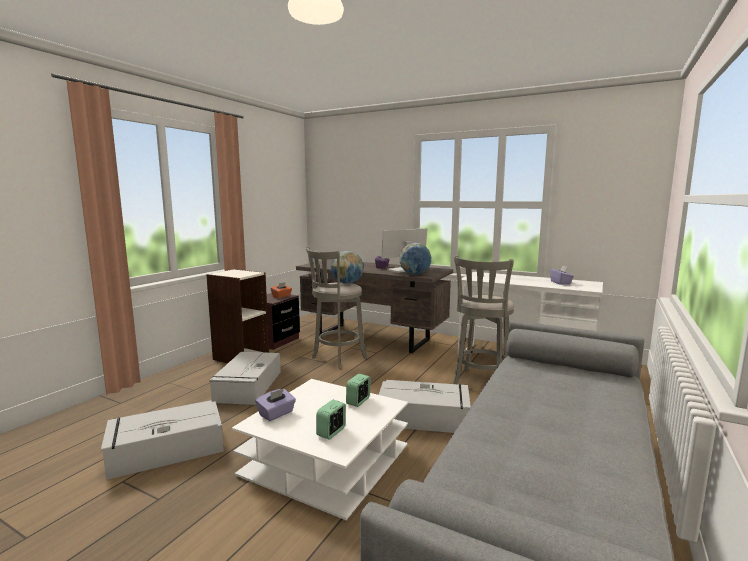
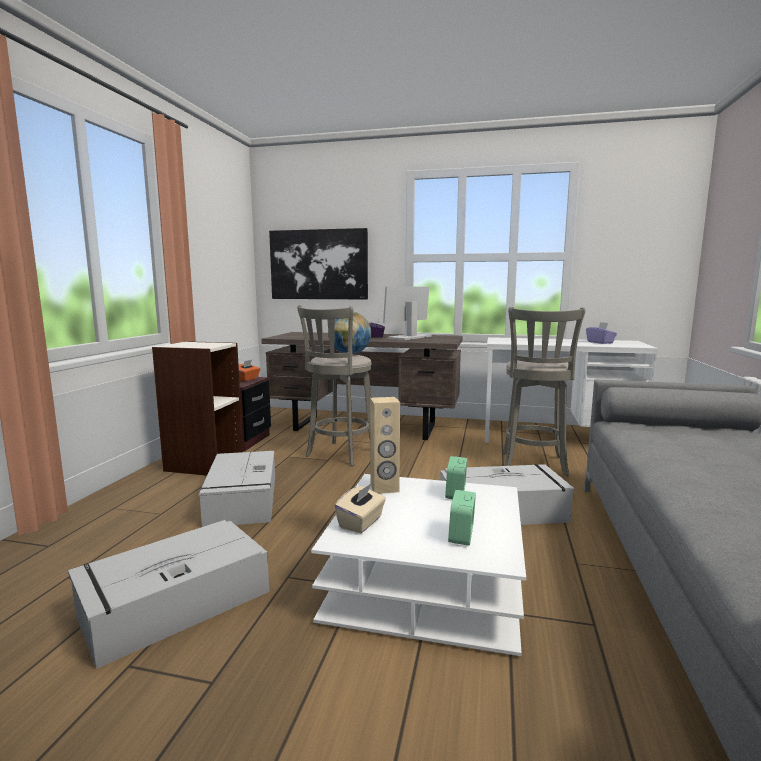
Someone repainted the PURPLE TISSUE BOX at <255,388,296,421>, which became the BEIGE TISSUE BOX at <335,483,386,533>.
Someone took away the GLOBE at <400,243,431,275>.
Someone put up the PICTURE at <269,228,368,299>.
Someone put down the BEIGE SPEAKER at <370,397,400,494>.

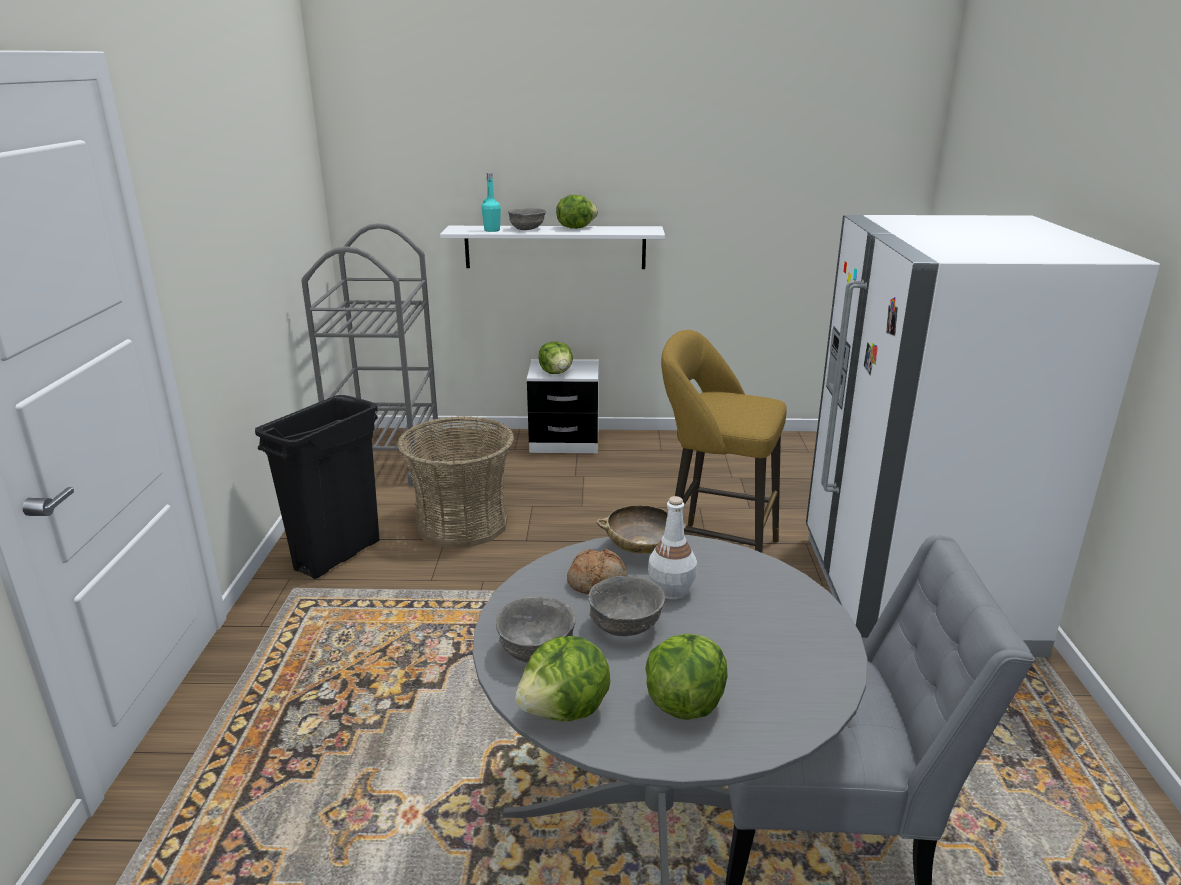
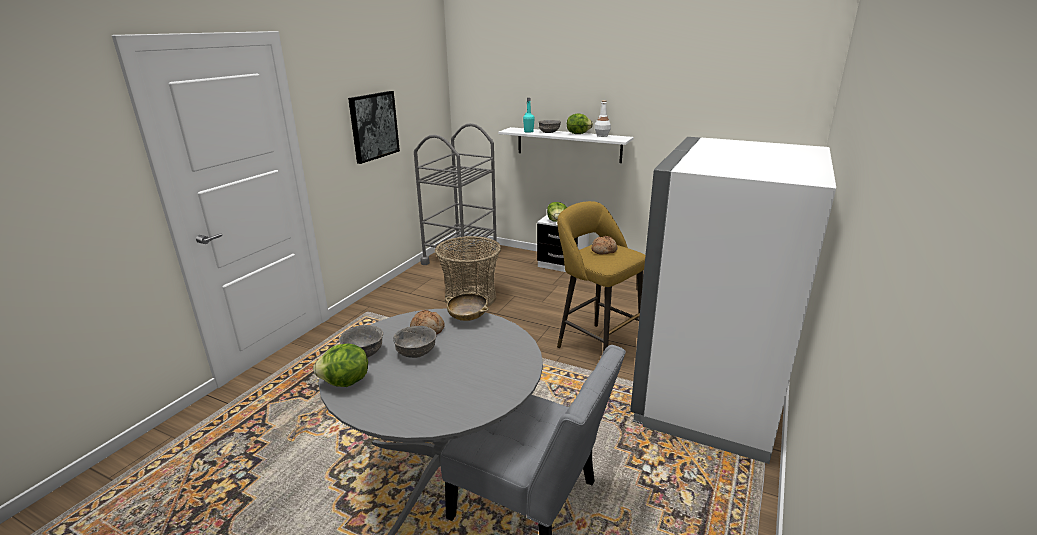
Someone took away the BLACK TRASH CAN at <255,395,379,579>.
Someone took away the LETTUCE at <646,634,728,720>.
Someone carried the WHITE BOTTLE from <648,496,697,600> to <595,100,611,137>.
Someone put up the PICTURE at <348,91,400,164>.
Someone put down the BREAD at <591,236,617,254>.

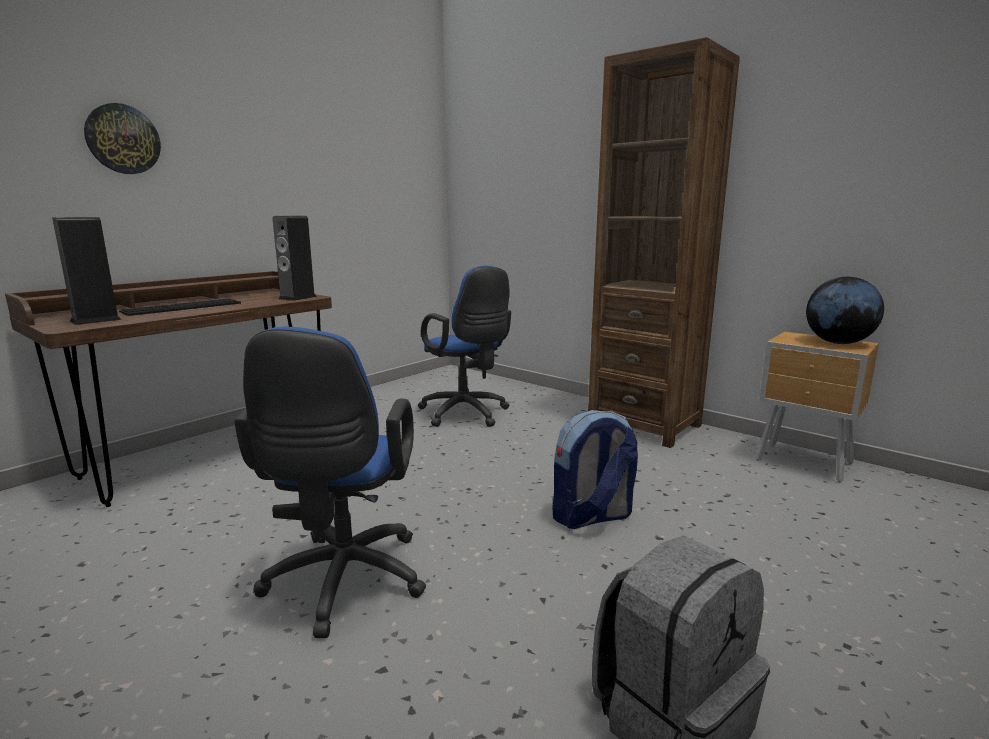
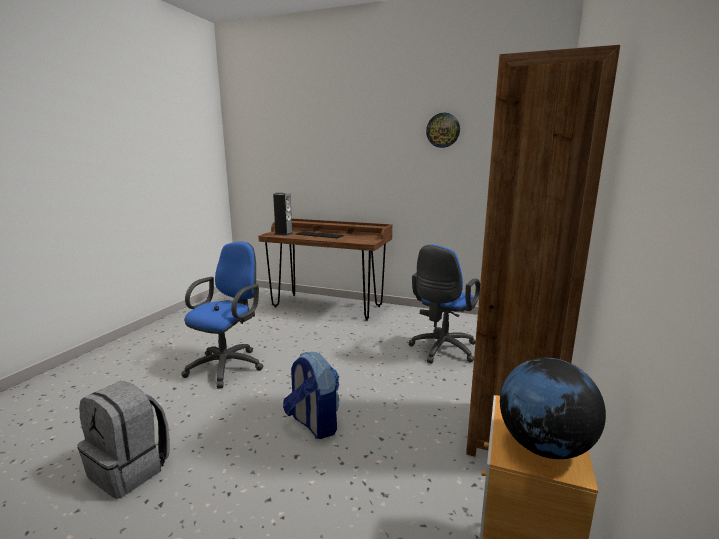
Someone carried the WALL CLOCK from <84,103,161,174> to <426,113,460,148>.
Someone rotated the BLUE OFFICE CHAIR at <234,326,426,638> by 135 degrees clockwise.
Someone took away the SPEAKER at <273,216,317,301>.

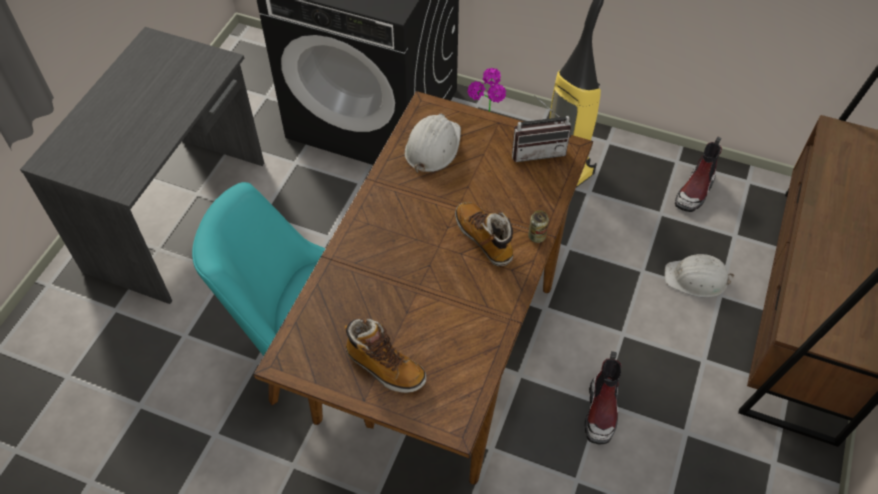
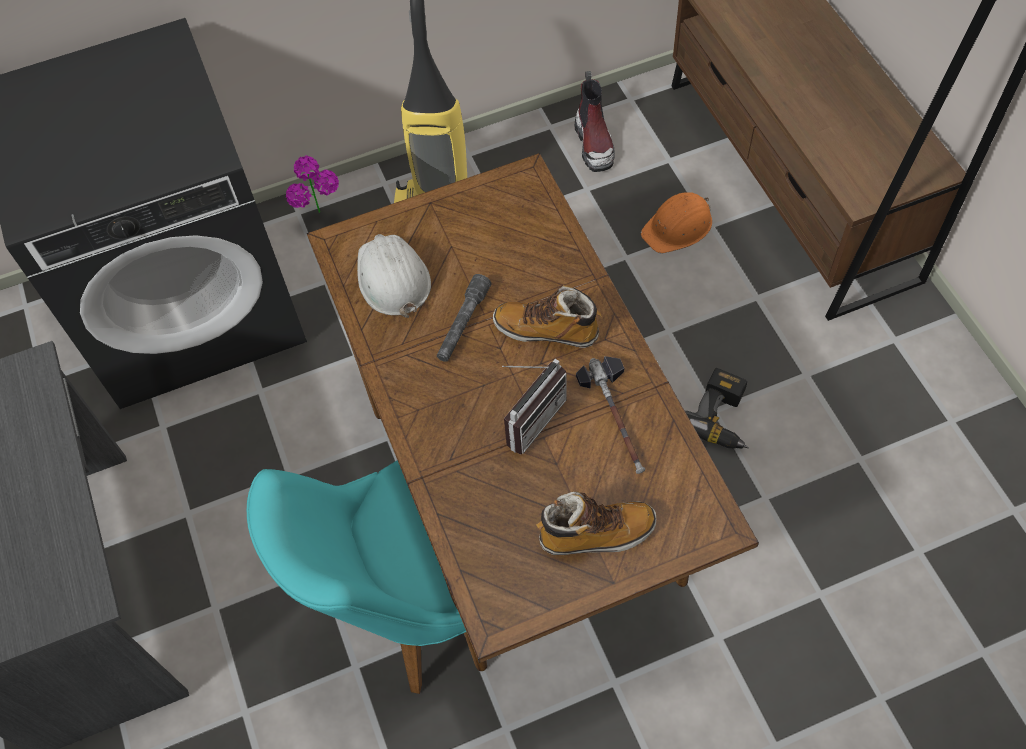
Someone carried the RADIO from <512,95,571,162> to <502,359,566,454>.
Someone took away the CAN at <528,210,549,243>.
Someone swapped the BOOT at <585,351,621,444> for the POWER DRILL at <685,368,749,449>.
Someone repainted the WHITE HARD HAT at <665,254,734,298>, which became the ORANGE HARD HAT at <641,192,712,253>.
Someone put down the GREY FLASHLIGHT at <437,274,491,362>.
Someone put down the HAMMER at <576,356,646,474>.

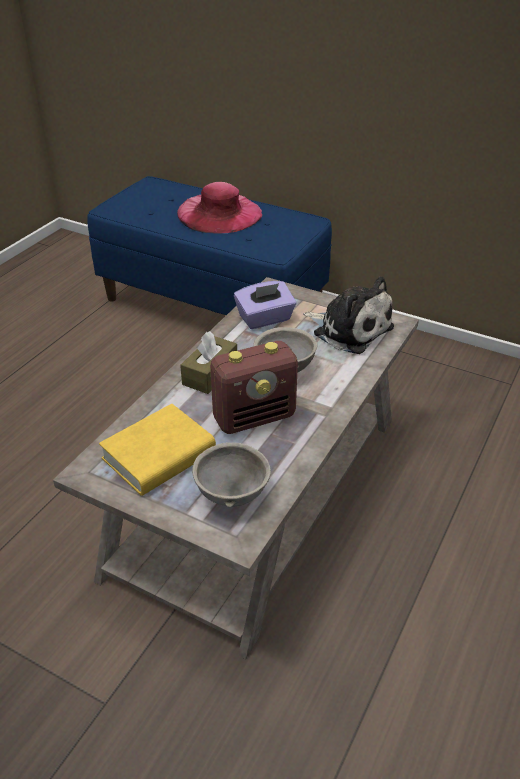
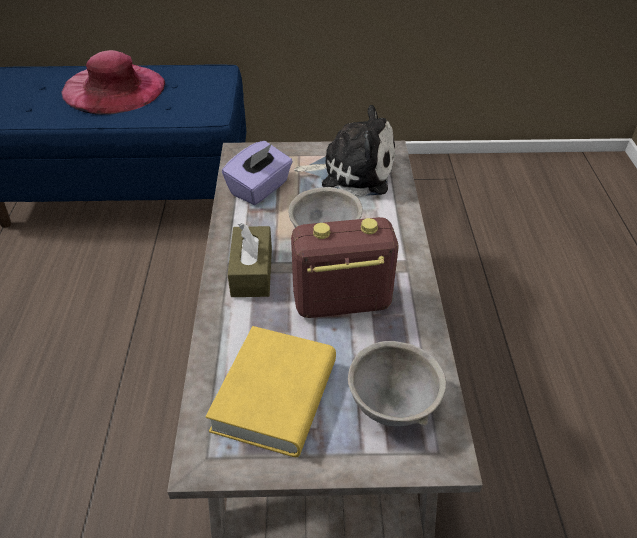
Someone rotated the RADIO at <210,341,298,434> by 135 degrees counterclockwise.

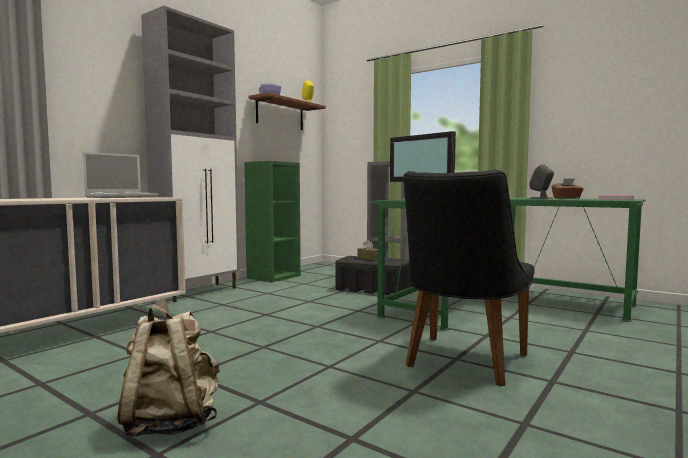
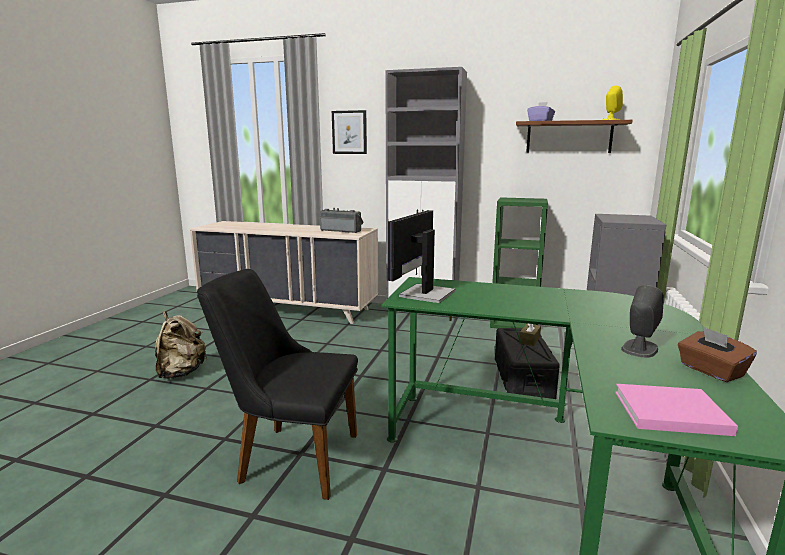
Someone swapped the LAPTOP at <83,152,158,198> for the RADIO at <320,208,363,233>.
Someone put up the PICTURE at <332,110,367,154>.

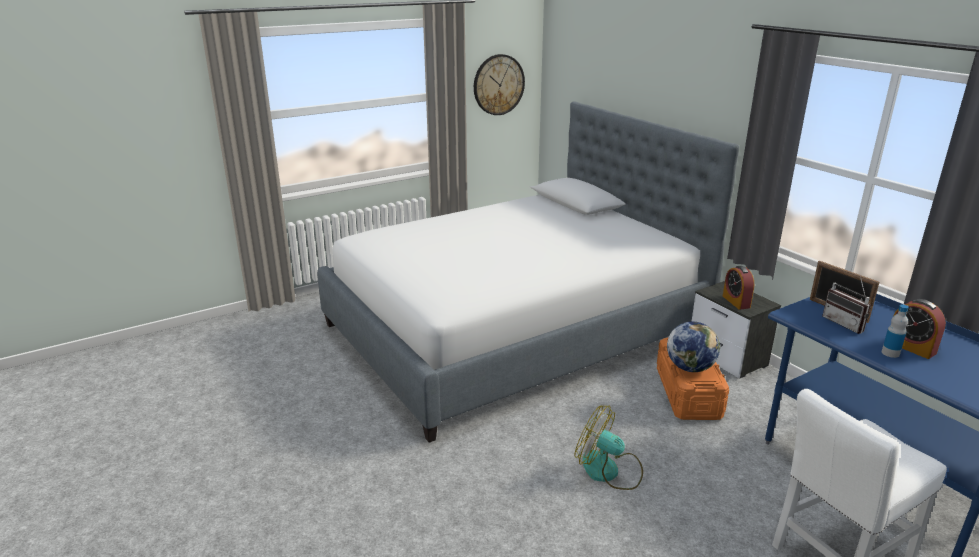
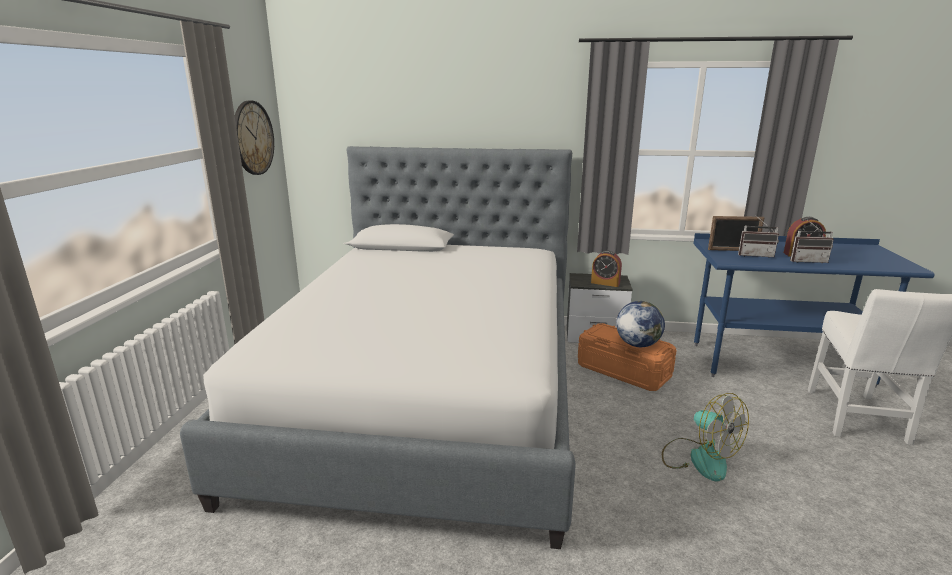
Someone rotated the FAN at <574,405,643,490> by 105 degrees counterclockwise.
Someone swapped the BOTTLE at <882,304,909,358> for the RADIO at <790,221,834,263>.

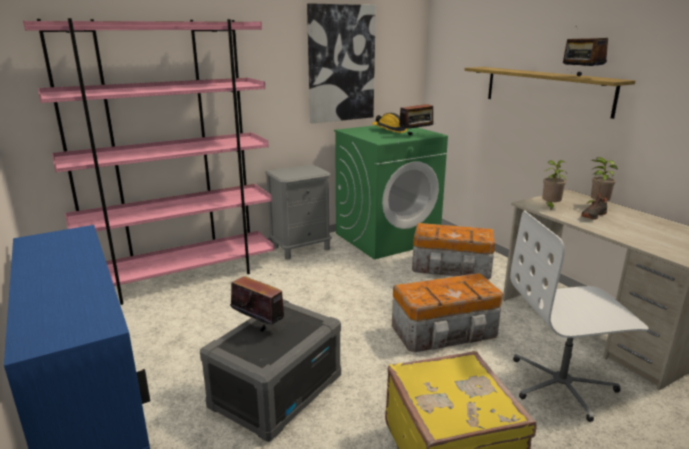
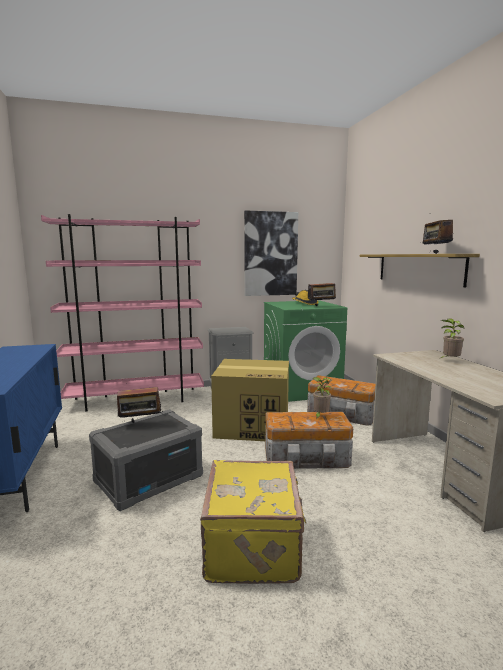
Someone rotated the RADIO at <230,274,284,331> by 120 degrees clockwise.
Someone took away the WHITE OFFICE CHAIR at <510,210,649,422>.
Someone carried the POTTED PLANT from <542,160,567,211> to <313,377,332,419>.
Someone took away the BLACK SHOE at <581,193,608,220>.
Someone put down the CARDBOARD BOX at <211,359,289,441>.

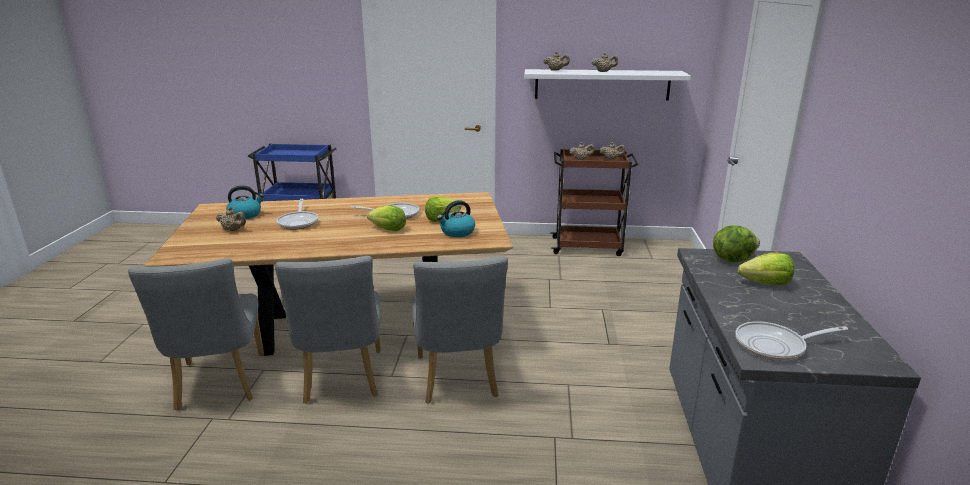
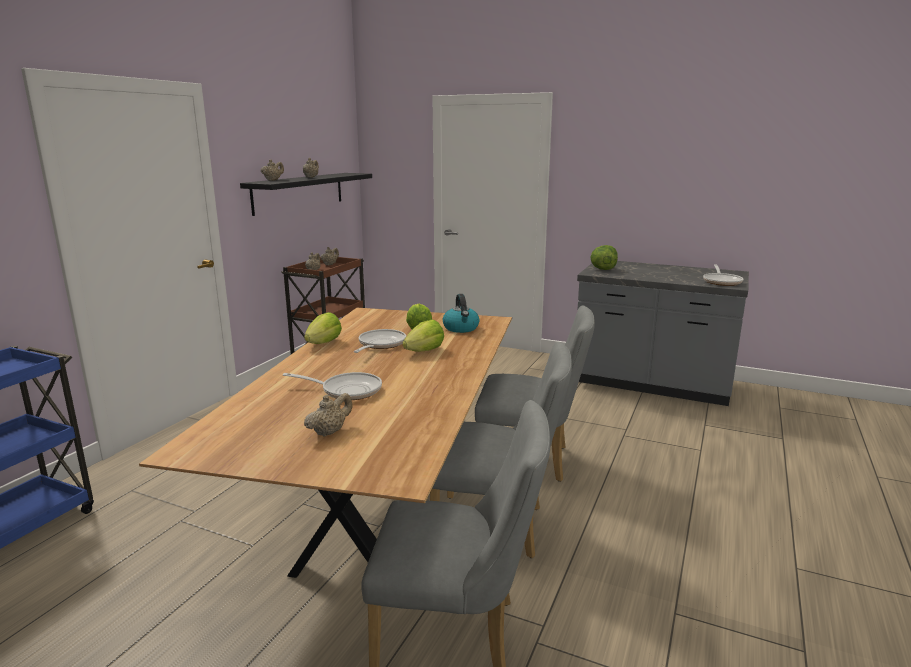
Someone took away the KETTLE at <226,185,264,219>.
Someone repainted the WHITE SHELF at <524,69,691,101>, which became the BLACK SHELF at <240,173,372,216>.
Someone carried the LETTUCE from <738,253,794,285> to <304,312,342,344>.

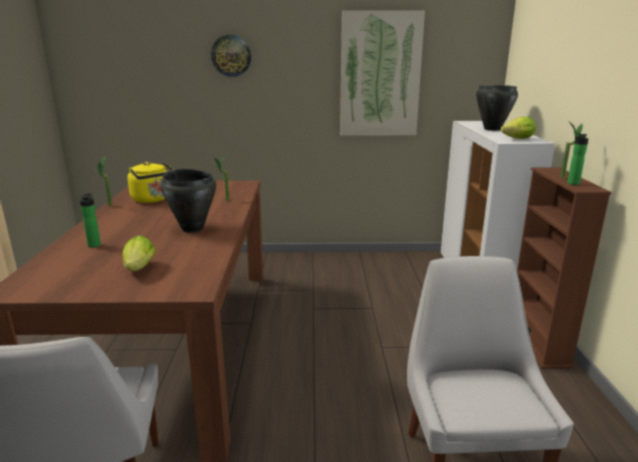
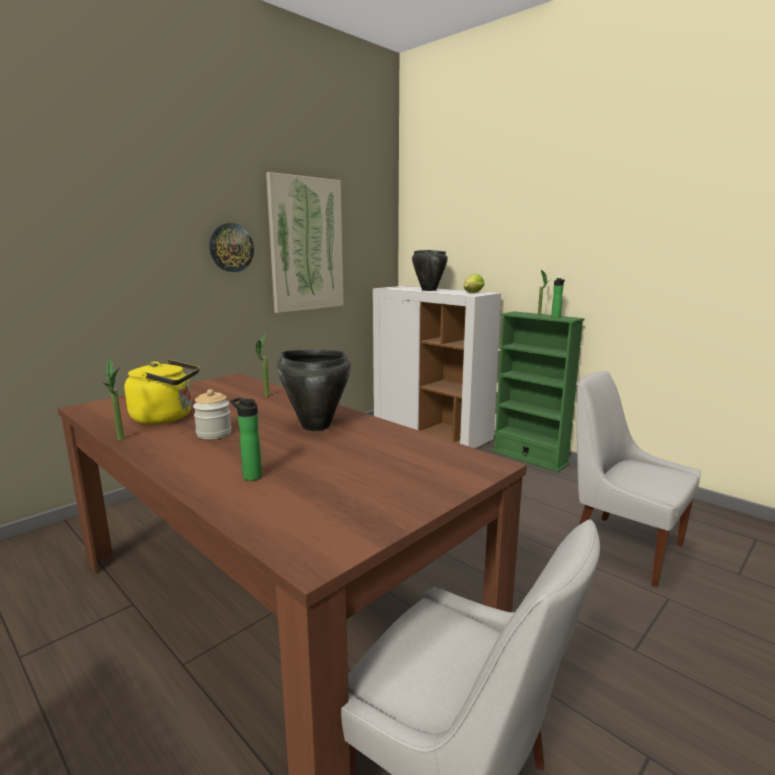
Someone took away the LETTUCE at <122,236,156,271>.
Someone carried the WALL CLOCK from <211,35,251,77> to <209,223,254,272>.
Someone repainted the BROWN BOOKCASE at <517,167,611,369>, which became the GREEN BOOKCASE at <492,311,585,472>.
Someone put down the JAR at <193,389,232,439>.

